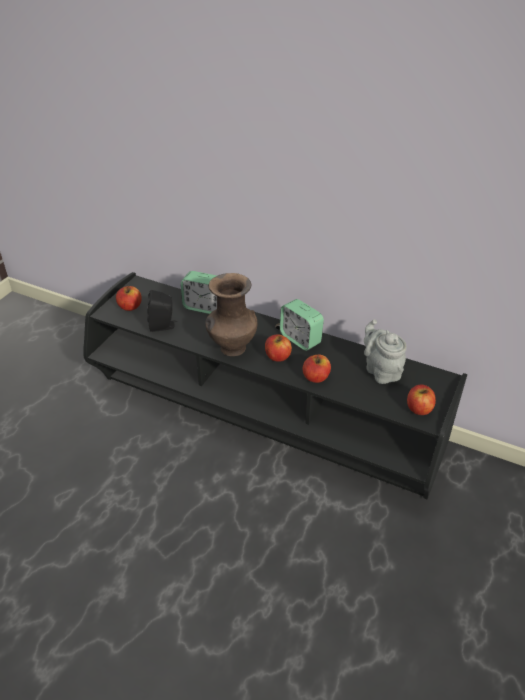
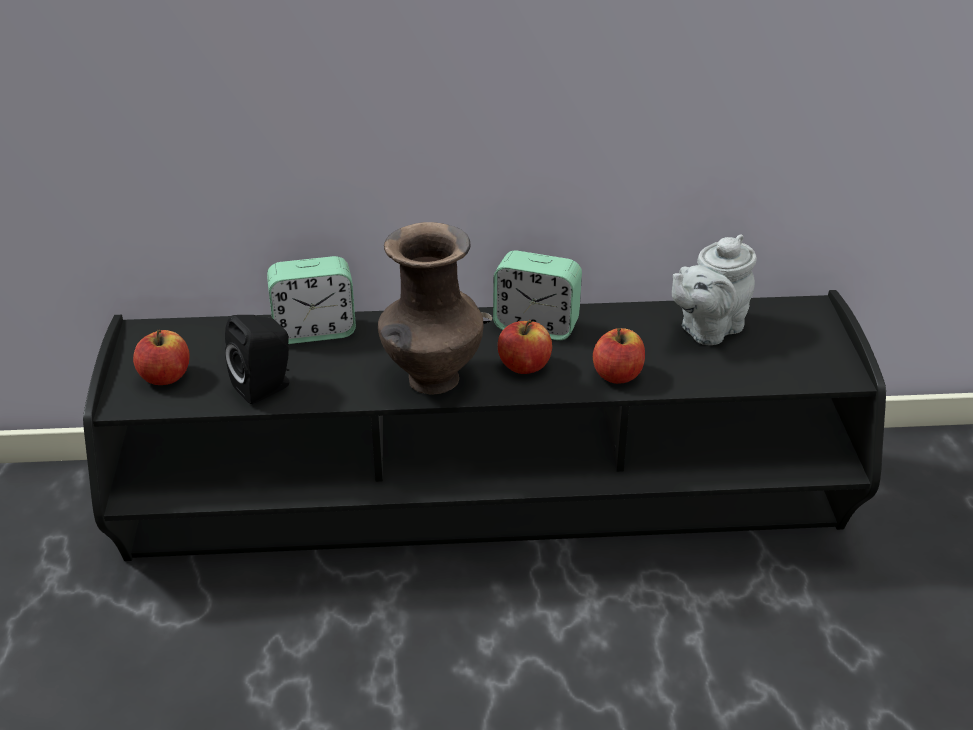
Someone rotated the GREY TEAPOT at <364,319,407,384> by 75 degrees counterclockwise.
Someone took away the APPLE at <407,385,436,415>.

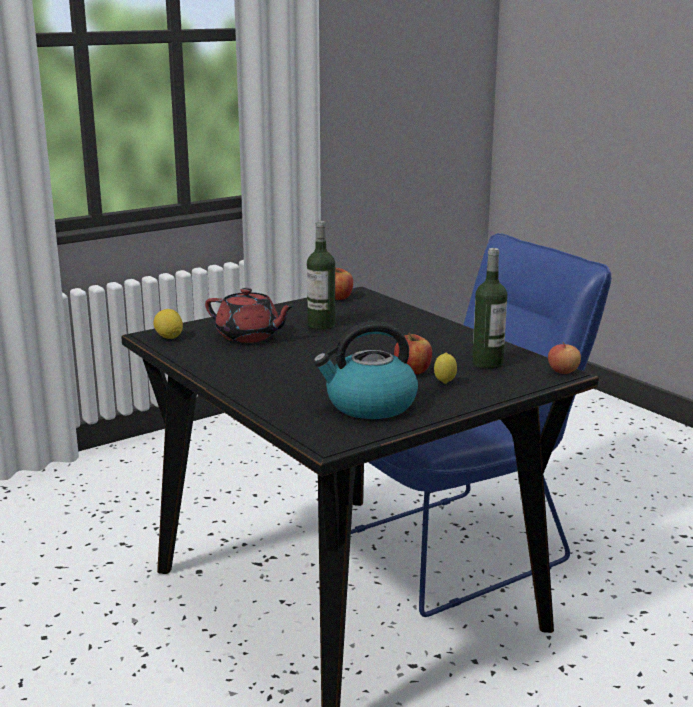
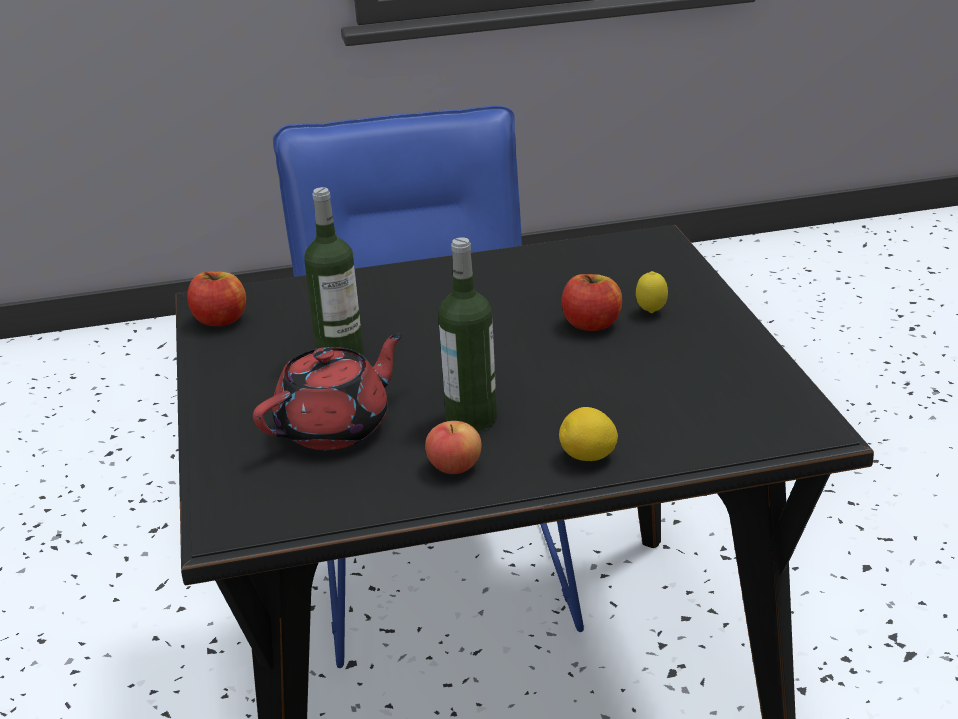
Someone carried the LEMON from <153,309,183,339> to <559,407,618,461>.
Someone took away the KETTLE at <313,321,418,419>.
Someone carried the BOTTLE from <472,248,507,369> to <438,237,497,431>.
Someone carried the APPLE from <548,342,581,374> to <425,421,481,474>.

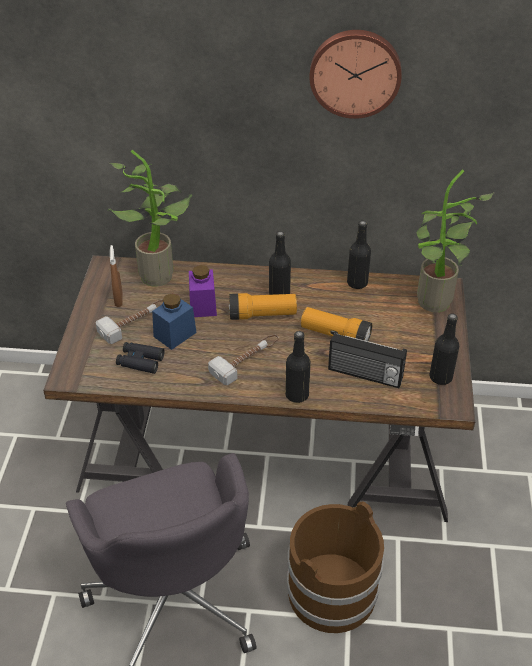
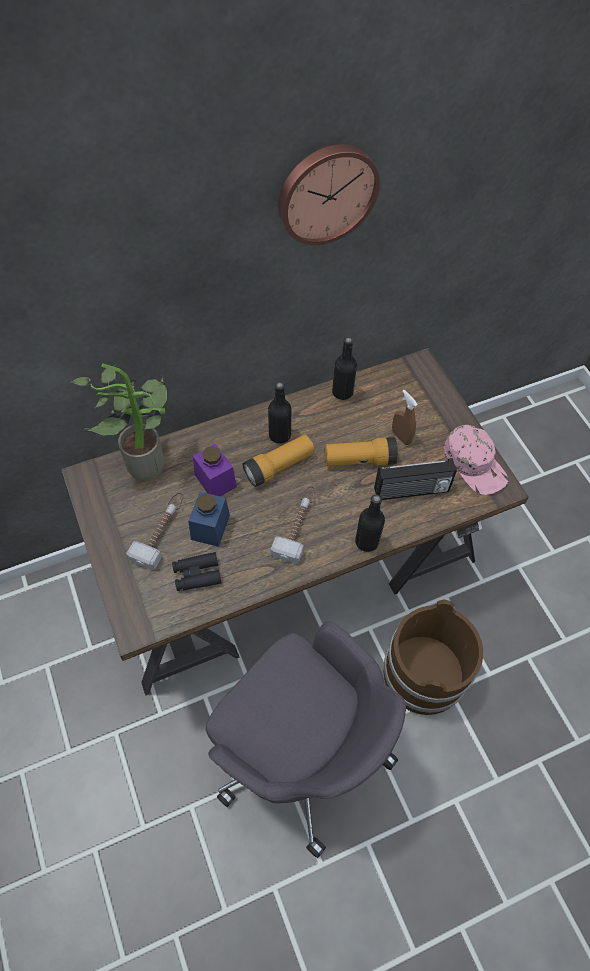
Someone carried the BROWN SPRAY BOTTLE from <110,245,122,307> to <392,390,418,445>.
Someone took away the POTTED PLANT at <416,169,495,312>.
Someone swapped the BLACK BOTTLE at <429,314,459,385> for the PINK CAP at <444,425,508,495>.

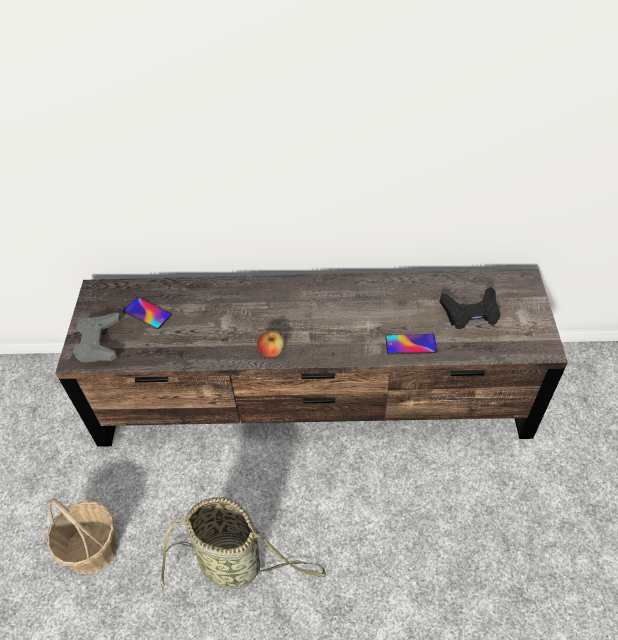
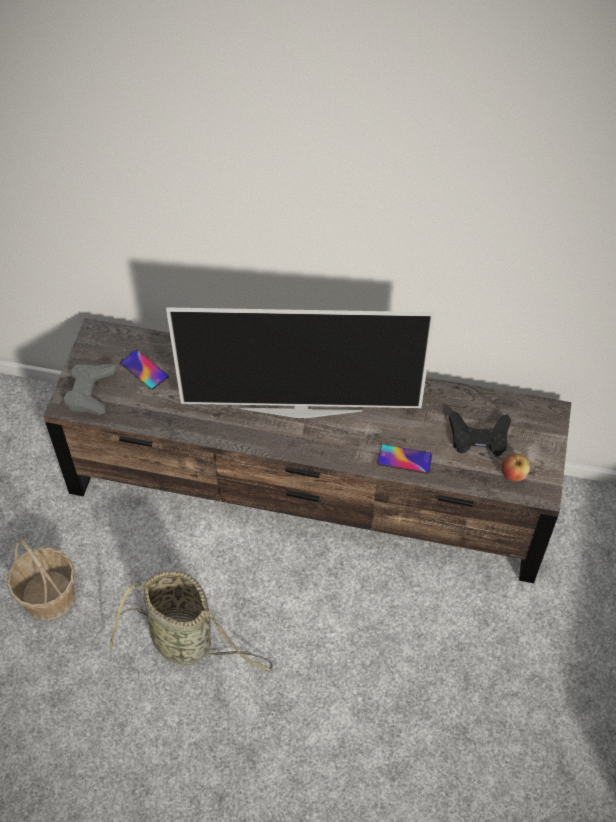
Someone carried the APPLE from <257,331,284,357> to <501,454,530,481>.
Someone put down the TELEVISION at <166,307,435,418>.

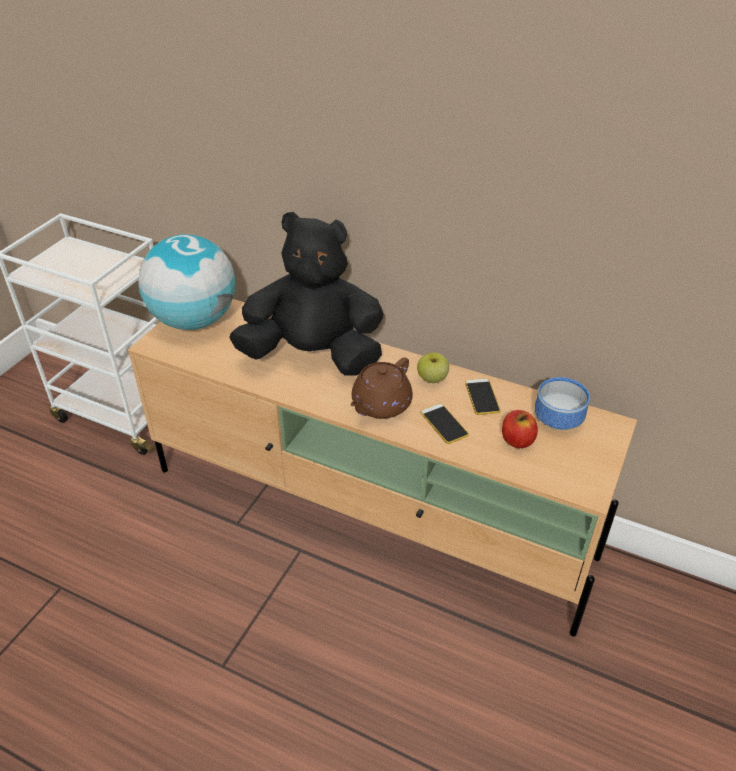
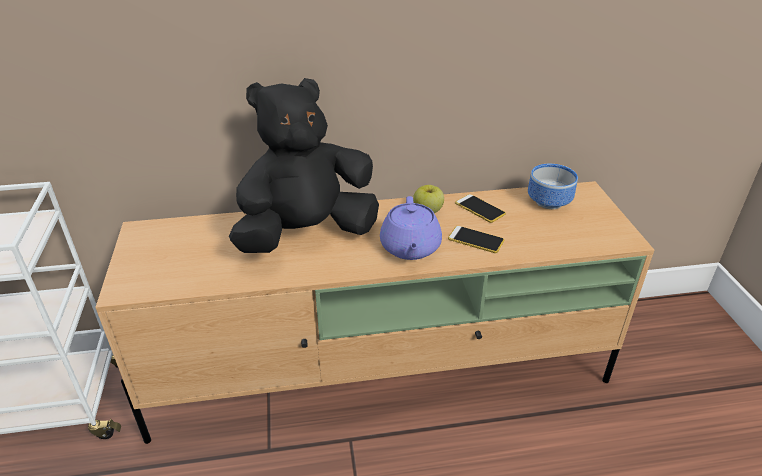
Someone took away the GLOBE at <138,234,235,330>.
Someone repainted the BROWN TEAPOT at <350,357,413,419>, which became the PURPLE TEAPOT at <380,196,442,260>.
Someone took away the APPLE at <502,410,538,448>.

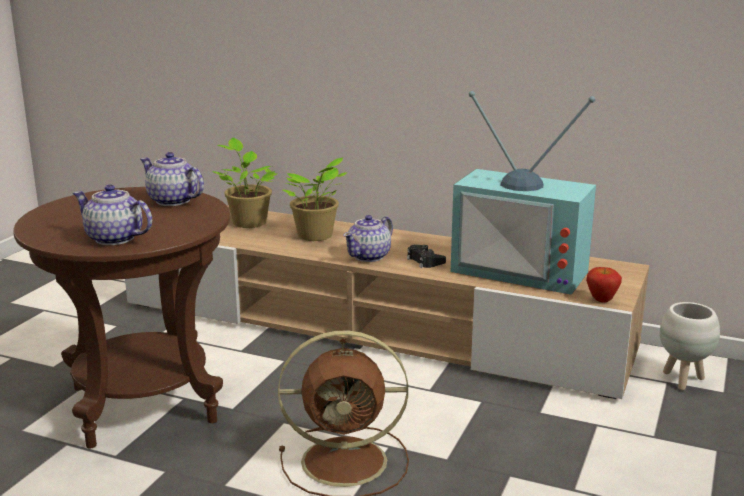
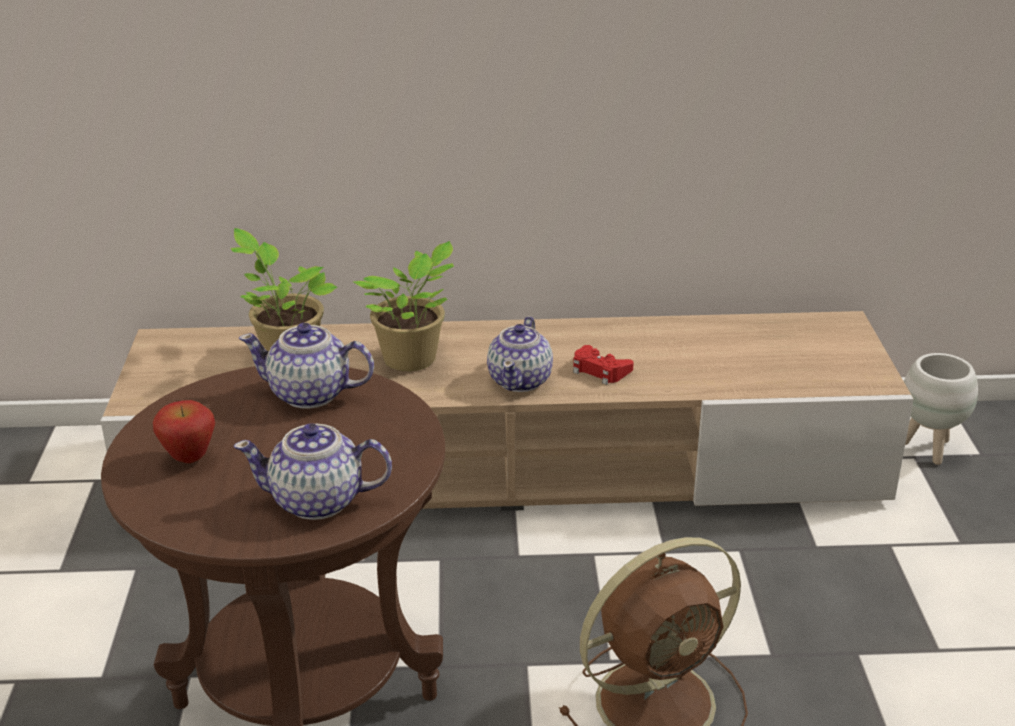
Someone repainted the BLACK GAME CONTROLLER at <407,244,446,268>, which became the RED GAME CONTROLLER at <573,345,634,385>.
Someone took away the TELEVISION at <451,91,596,295>.
Someone carried the APPLE from <586,267,622,303> to <153,400,215,463>.

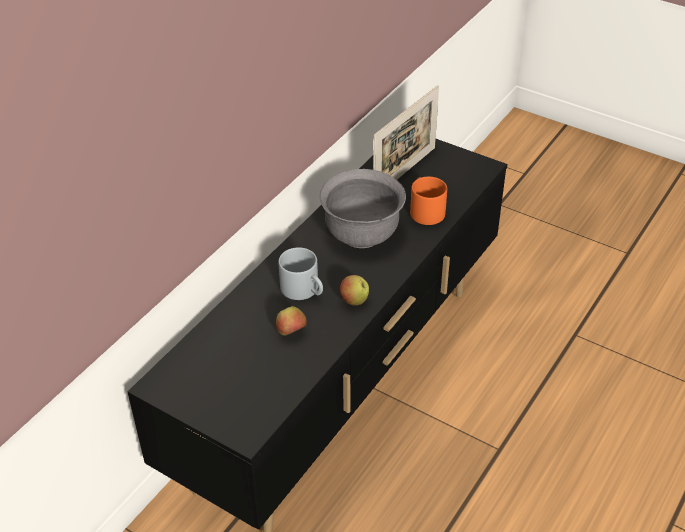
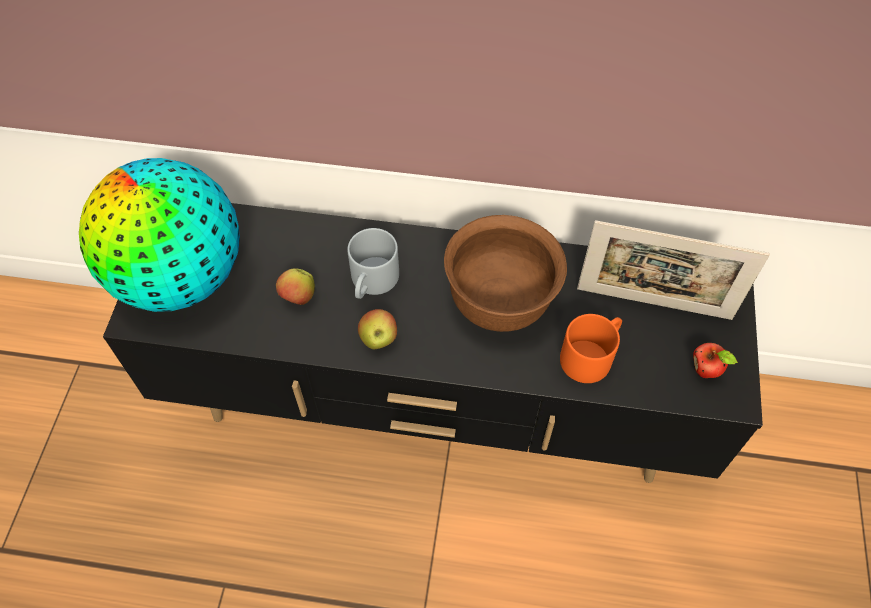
Someone repainted the GREY BOWL at <320,169,406,248>, which became the BROWN BOWL at <444,215,567,332>.
Someone put down the GLOBE at <79,158,240,312>.
Someone put down the APPLE at <693,343,738,378>.

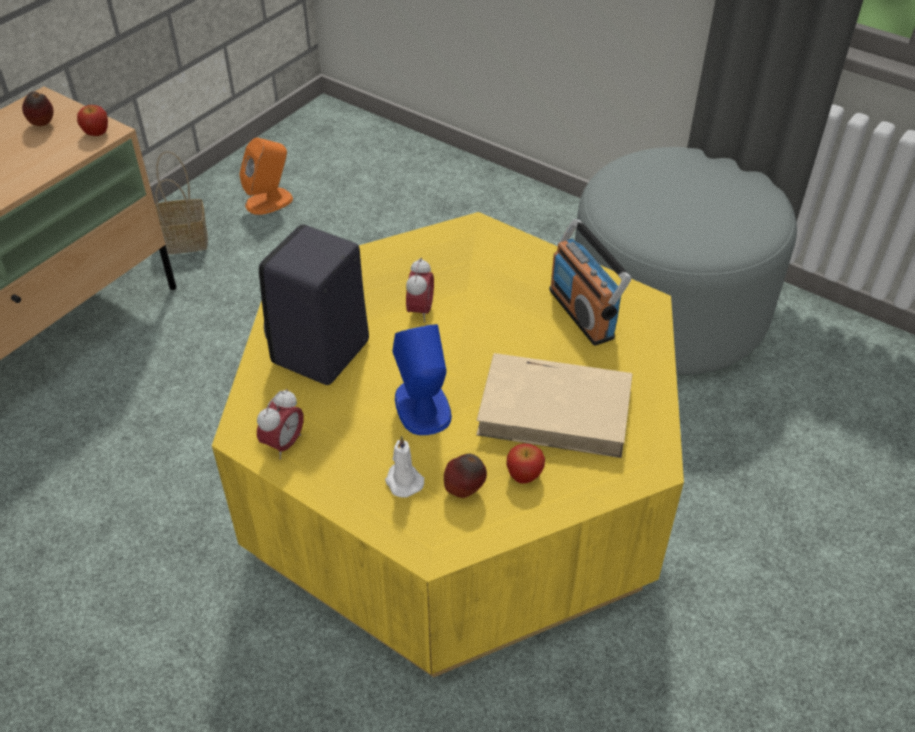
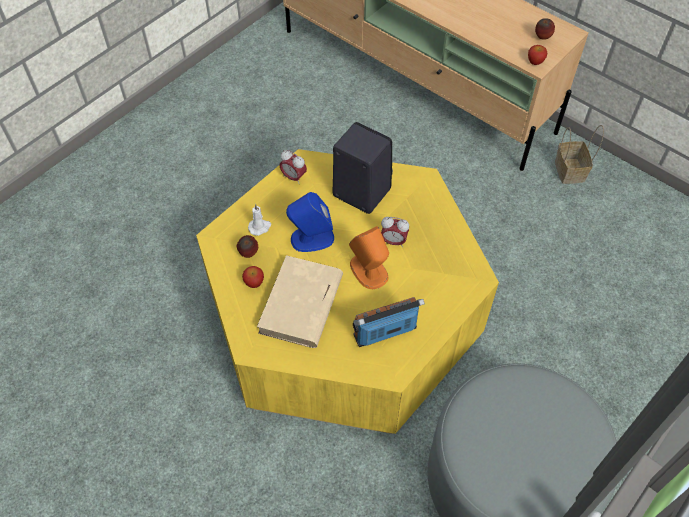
Someone carried the ORANGE SPEAKER from <239,138,293,215> to <349,226,389,289>.

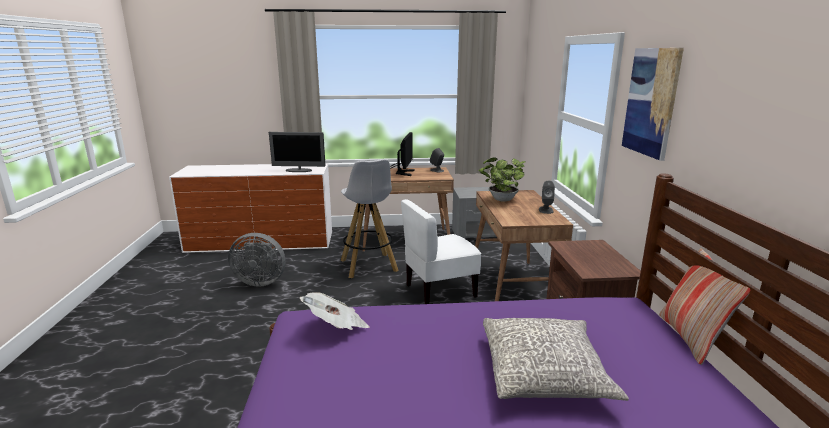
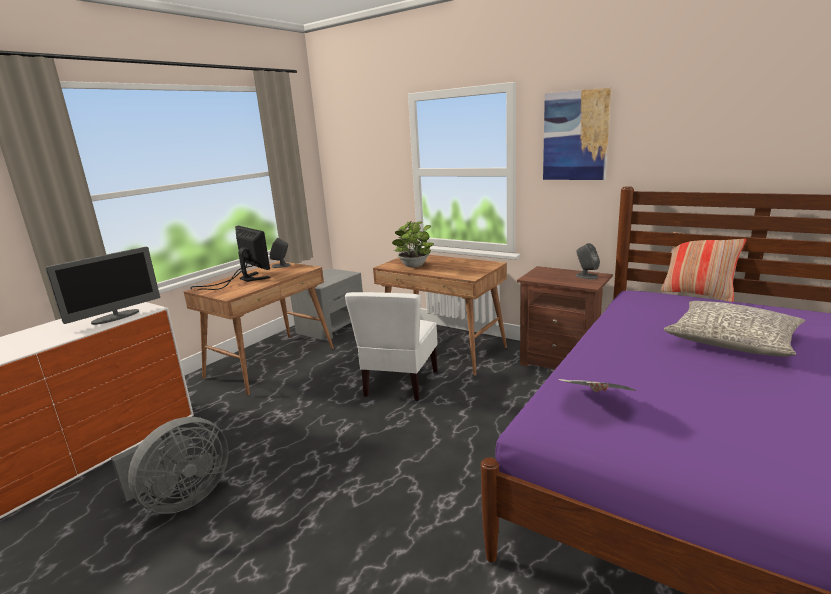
Someone took away the WHITE STOOL at <341,159,399,278>.
Someone carried the GREY SPEAKER from <539,181,555,214> to <576,243,600,279>.

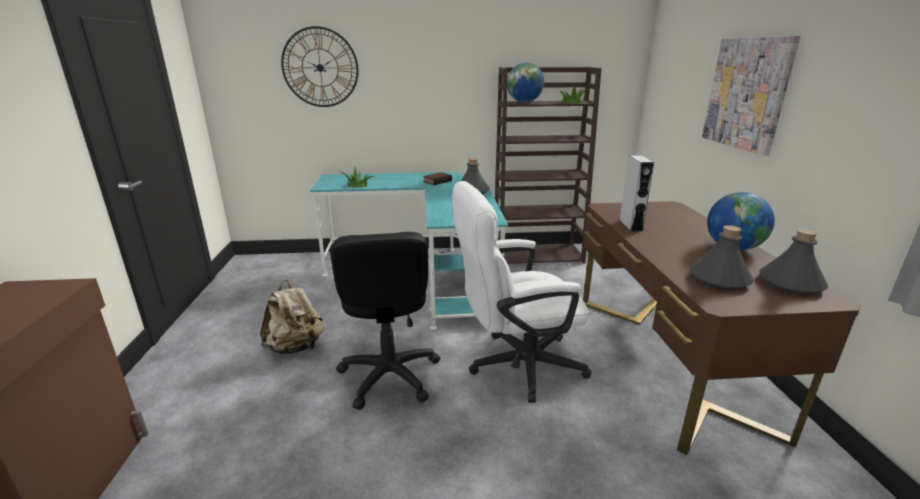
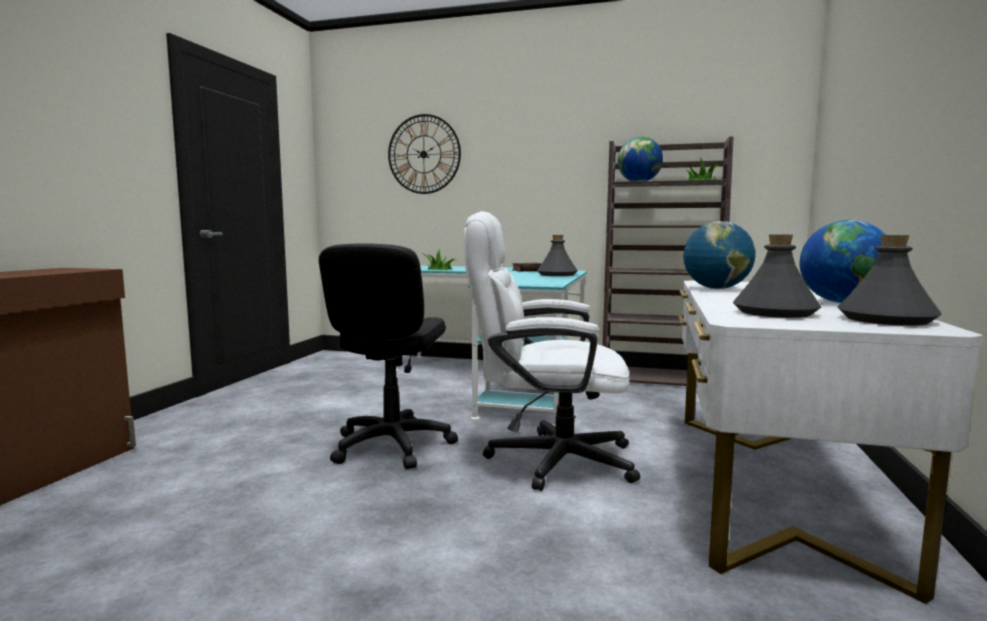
Someone took away the BEIGE BACKPACK at <260,280,324,354>.
Someone repainted the BROWN DESK at <583,201,861,455>, which became the WHITE DESK at <678,280,983,604>.
Someone swapped the GREY SPEAKER at <619,155,654,231> for the GLOBE at <683,221,756,289>.
Someone took away the PICTURE at <702,36,800,156>.

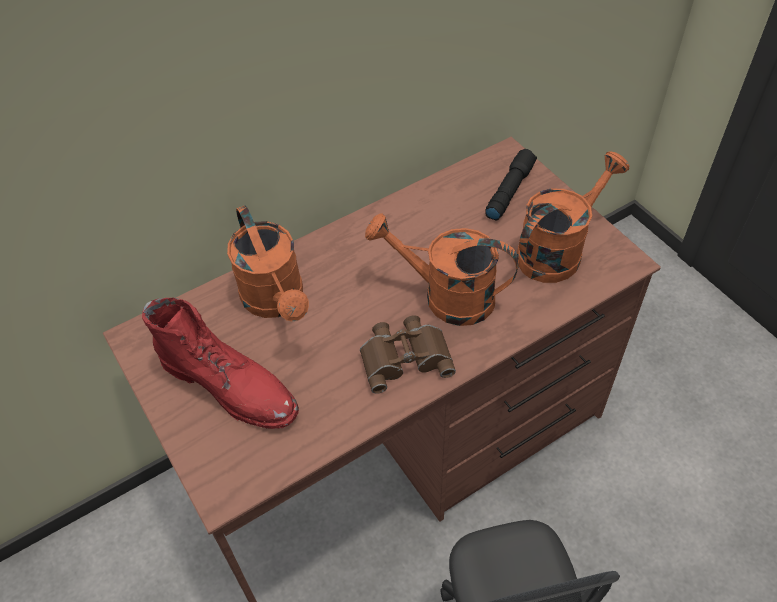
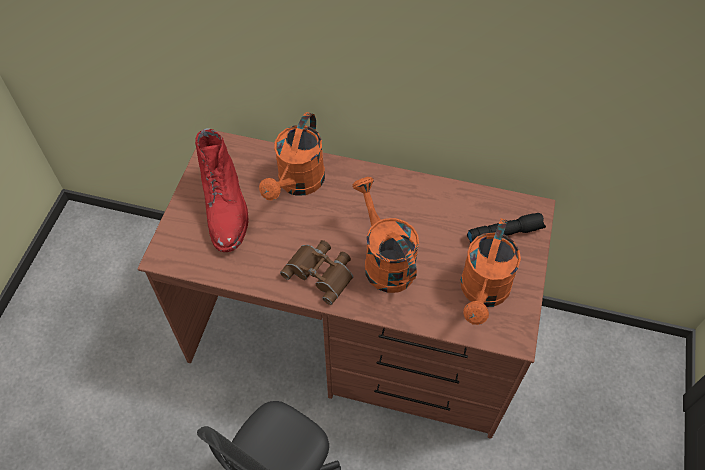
Someone rotated the ORANGE WATERING CAN at <517,151,630,283> by 105 degrees clockwise.

